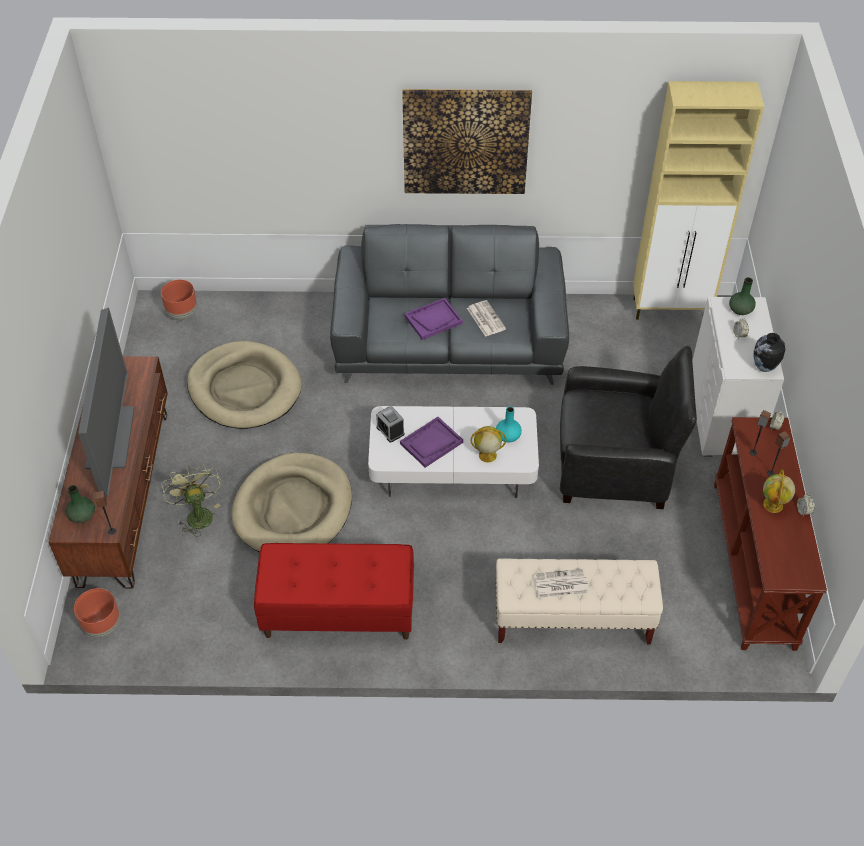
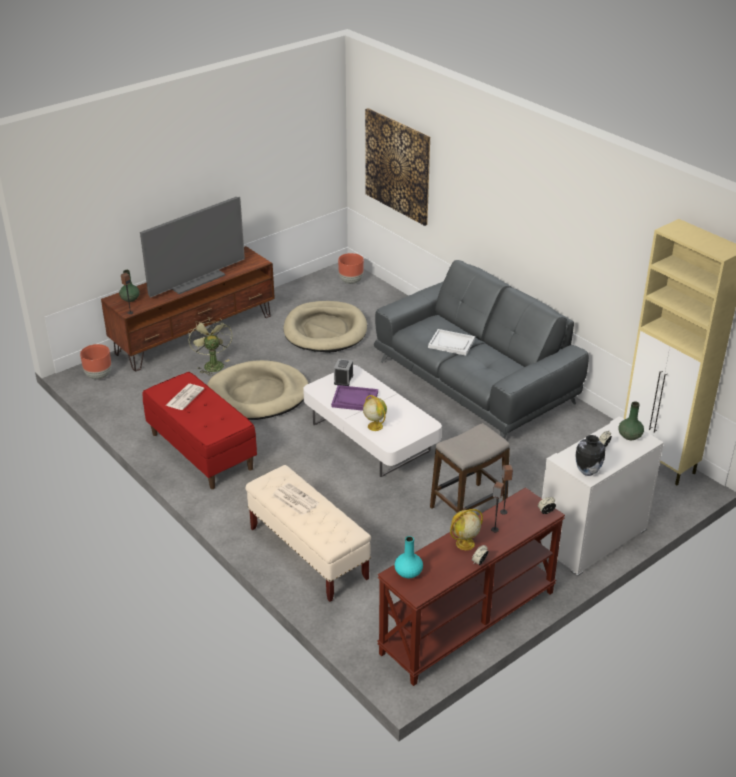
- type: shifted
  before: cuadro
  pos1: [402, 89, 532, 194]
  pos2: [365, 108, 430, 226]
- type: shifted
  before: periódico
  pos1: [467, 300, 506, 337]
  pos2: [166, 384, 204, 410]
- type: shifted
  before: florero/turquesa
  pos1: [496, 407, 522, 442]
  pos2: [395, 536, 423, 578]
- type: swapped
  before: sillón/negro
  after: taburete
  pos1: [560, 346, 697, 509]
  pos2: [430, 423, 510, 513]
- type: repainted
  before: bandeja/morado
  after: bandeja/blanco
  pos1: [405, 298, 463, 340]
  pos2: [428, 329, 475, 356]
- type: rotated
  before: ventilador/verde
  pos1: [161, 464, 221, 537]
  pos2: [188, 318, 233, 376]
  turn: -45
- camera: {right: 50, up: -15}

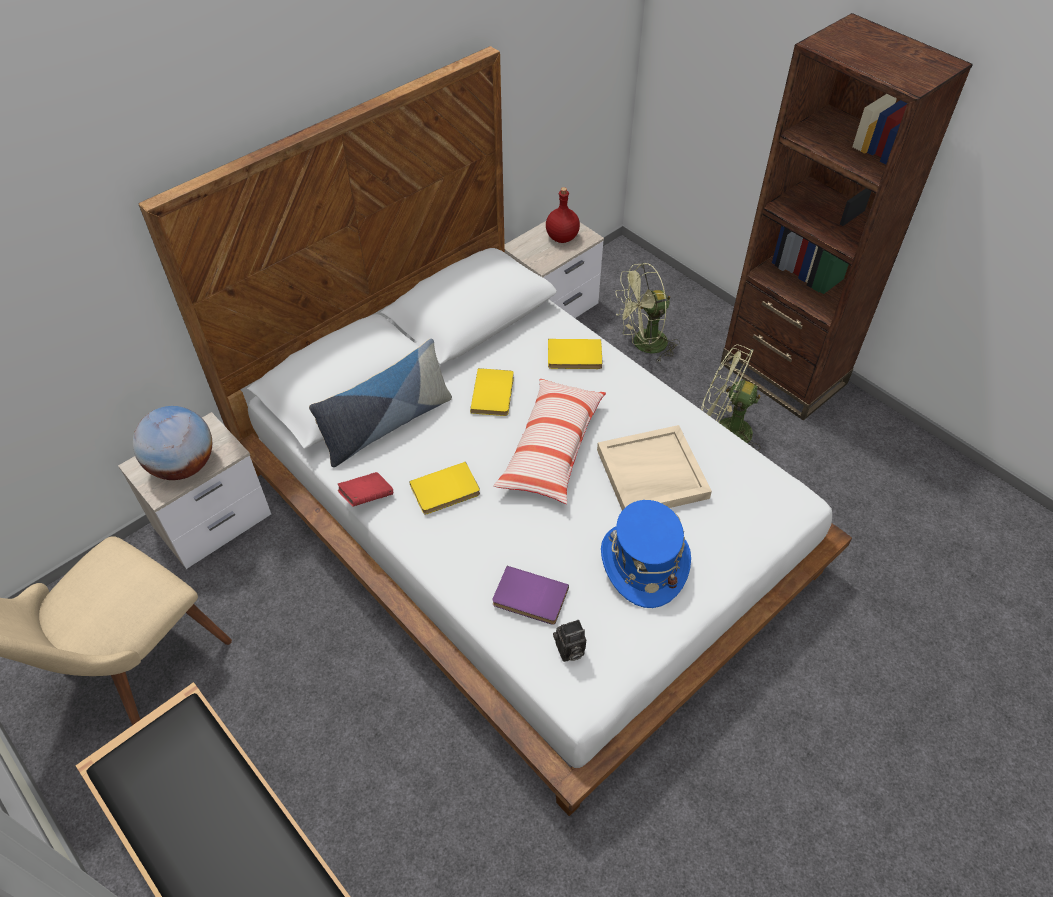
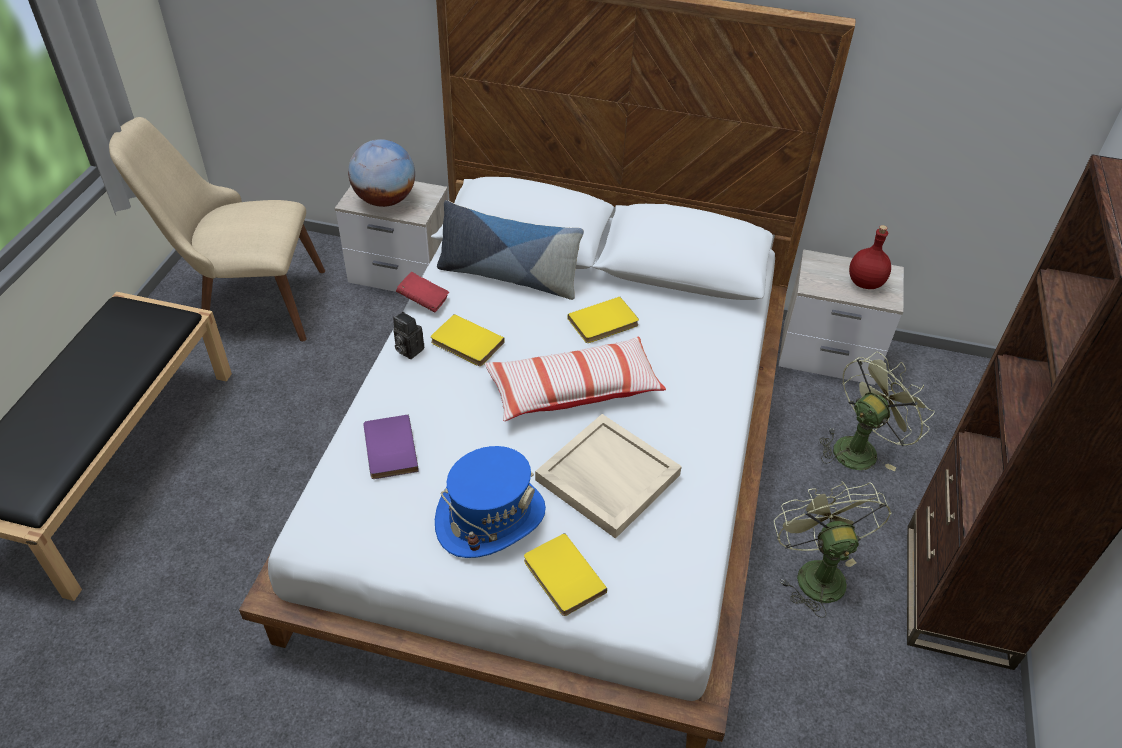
- type: shifted
  before: libro/amarillo
  pos1: [548, 339, 602, 369]
  pos2: [524, 533, 607, 616]
- type: shifted
  before: cámara
  pos1: [553, 620, 586, 662]
  pos2: [393, 312, 424, 359]
- type: rotated
  before: ventilador/verde
  pos1: [616, 263, 680, 362]
  pos2: [819, 351, 935, 471]
  turn: 105
- camera: {right: 55, up: -5}

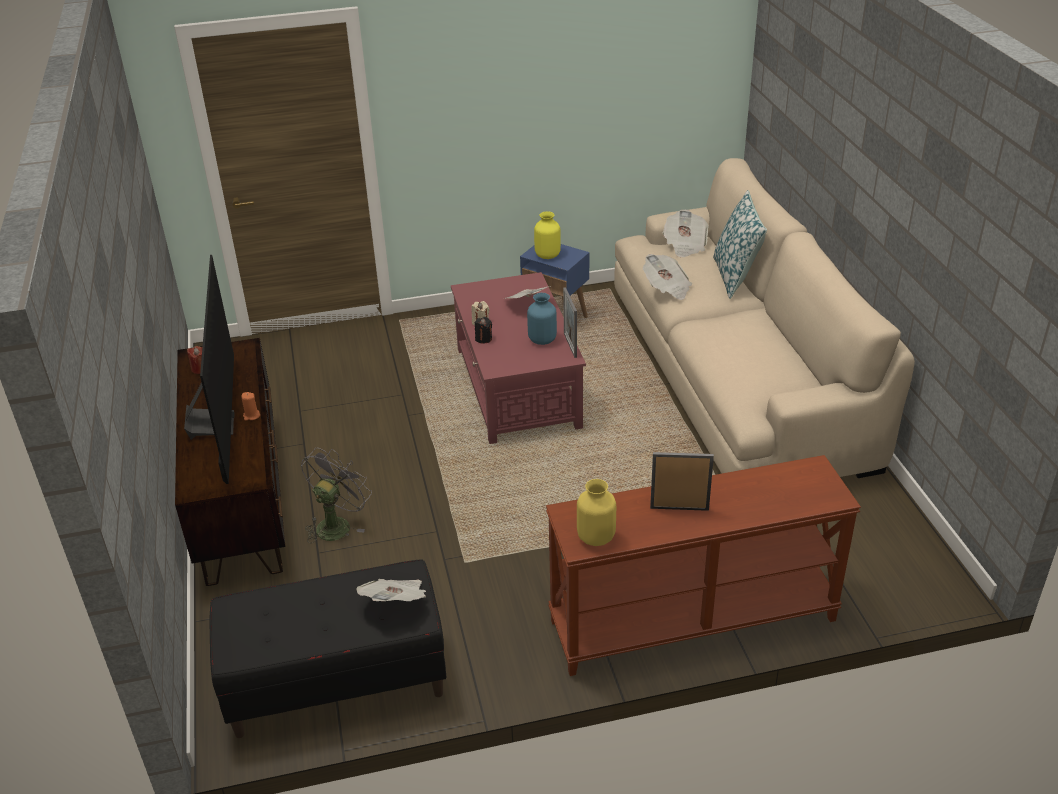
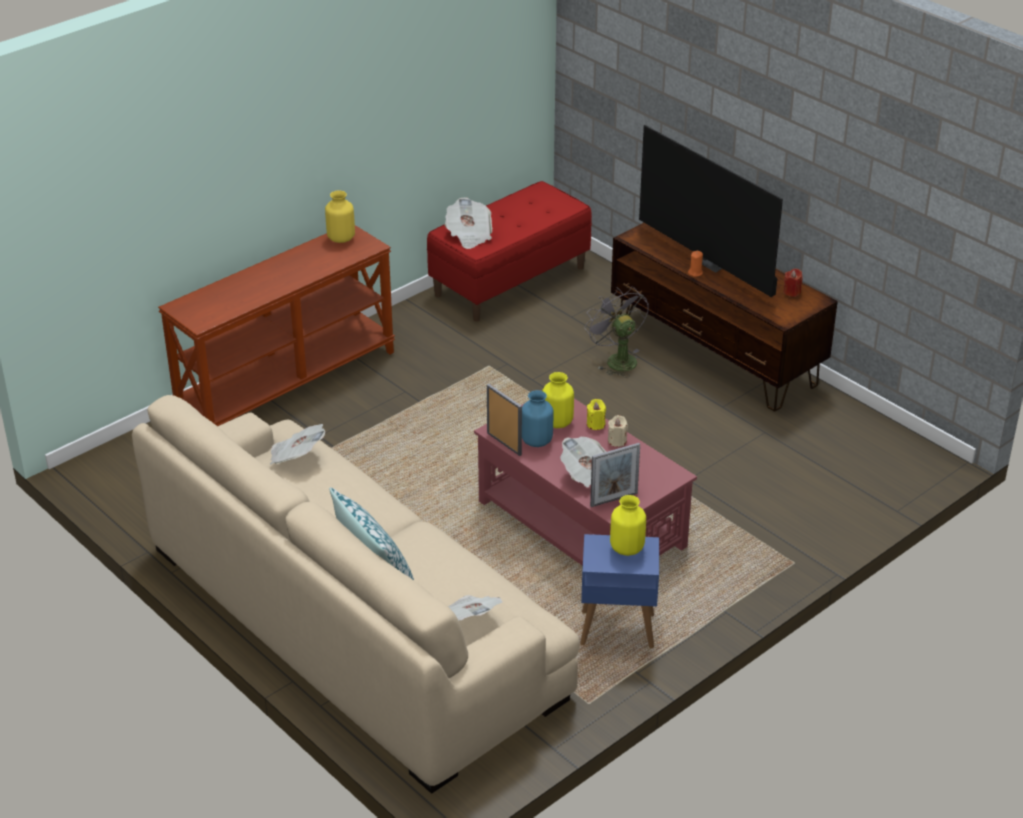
- type: new
  after: florero/amarillo
  pos2: [542, 372, 574, 428]
- type: shifted
  before: periódico
  pos1: [643, 254, 692, 300]
  pos2: [270, 424, 325, 465]
- type: shifted
  before: portarretratos
  pos1: [650, 452, 714, 511]
  pos2: [590, 443, 640, 507]
- type: repainted
  before: banco/negro
  after: banco/rojo
  pos1: [209, 560, 447, 738]
  pos2: [427, 181, 592, 322]
- type: repainted
  before: vela/negro
  after: vela/amarillo
  pos1: [475, 317, 492, 343]
  pos2: [587, 399, 606, 430]
- type: rotated
  before: ventilador/gris
  pos1: [301, 448, 372, 543]
  pos2: [585, 287, 649, 378]
  turn: 150
- camera: {right: 150, up: 0}

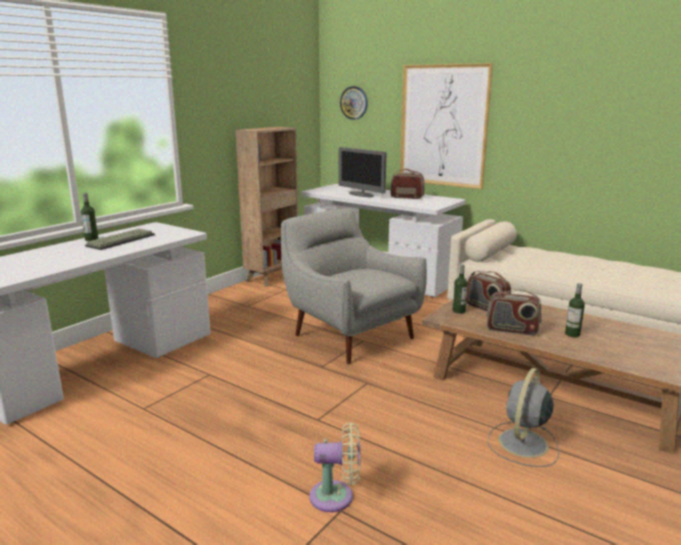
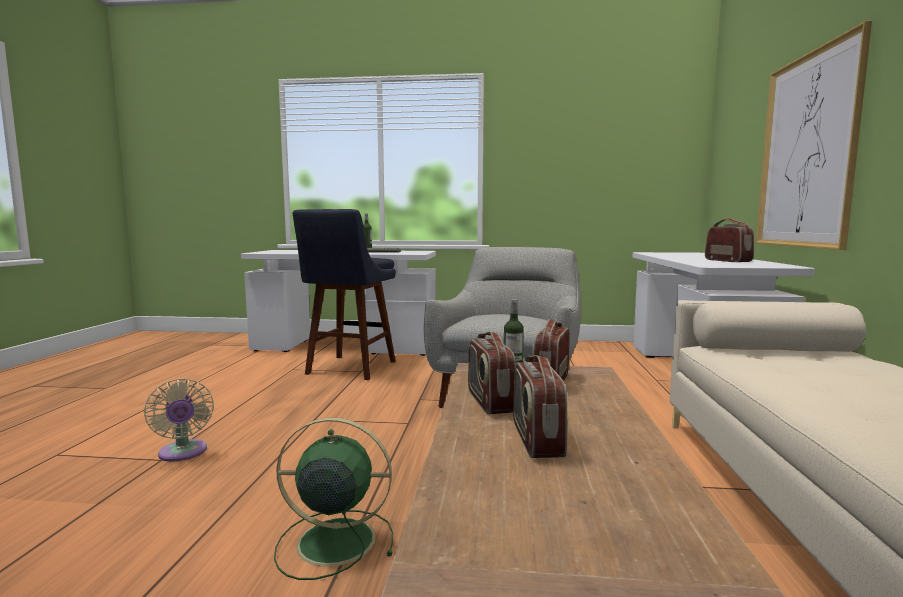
- type: gone
  before: estantería/marrón
  pos1: [235, 127, 298, 287]
- type: gone
  before: monitor
  pos1: [339, 147, 387, 197]
- type: gone
  before: reloj de pared
  pos1: [340, 86, 368, 120]
- type: new
  after: taburete/azul
  pos2: [293, 209, 396, 380]
- type: swapped
  before: botella
  after: radio
  pos1: [565, 283, 585, 337]
  pos2: [513, 355, 567, 458]
- type: repainted
  before: ventilador/gris
  after: ventilador/verde
  pos1: [488, 368, 559, 467]
  pos2: [274, 418, 393, 580]
- camera: {right: 60, up: -10}

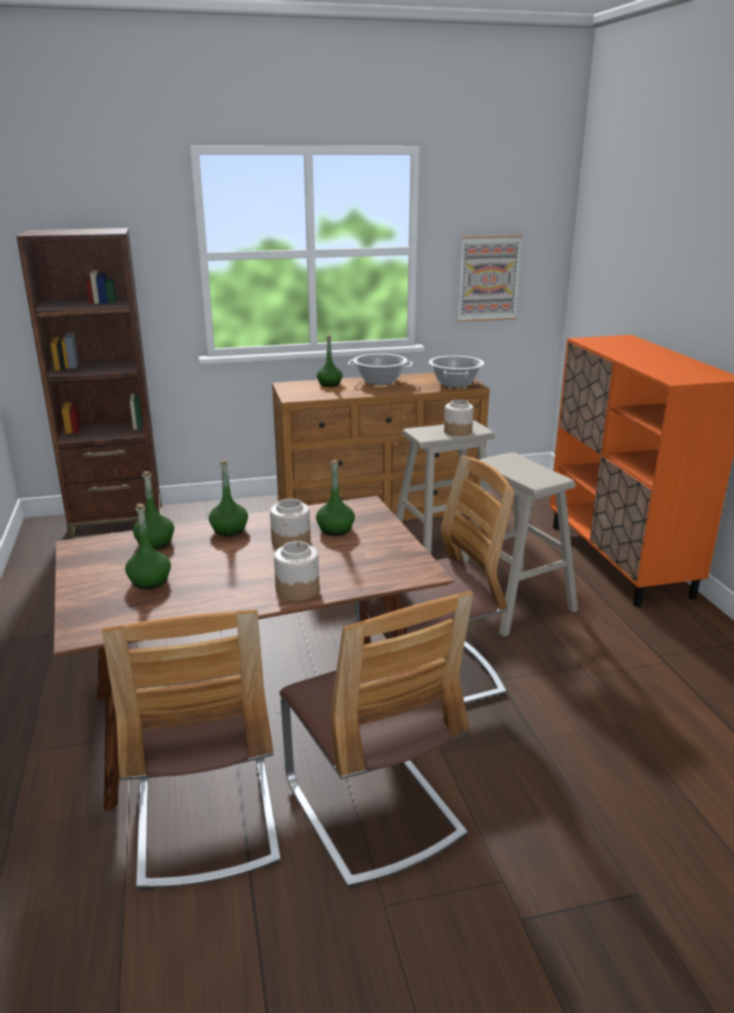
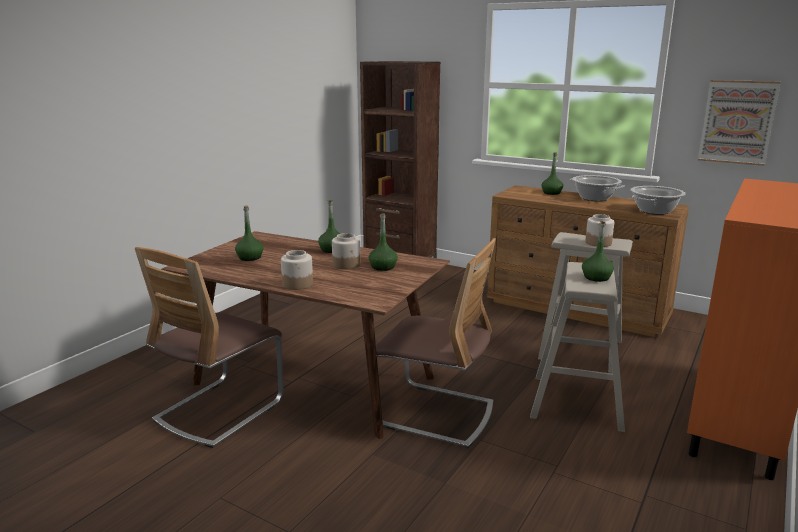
- type: gone
  before: silla
  pos1: [280, 591, 473, 888]
- type: shifted
  before: botella/verde
  pos1: [133, 471, 174, 549]
  pos2: [582, 221, 614, 282]
- camera: {right: 45, up: -5}

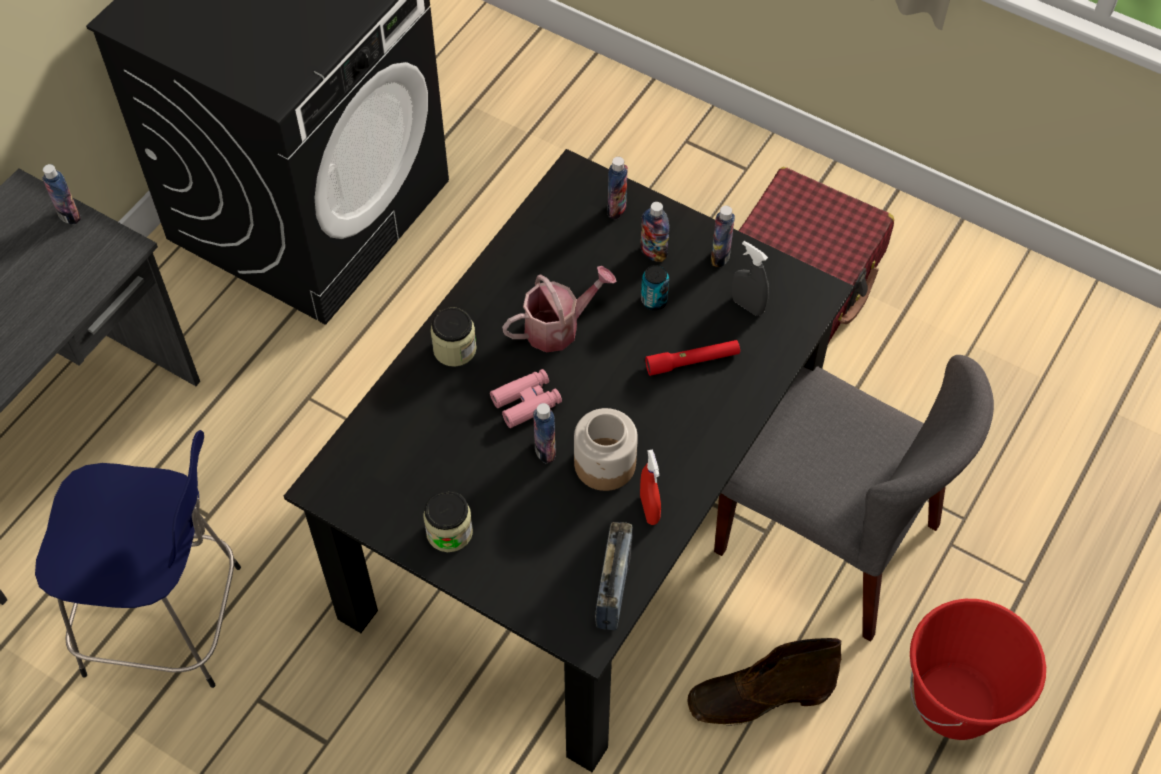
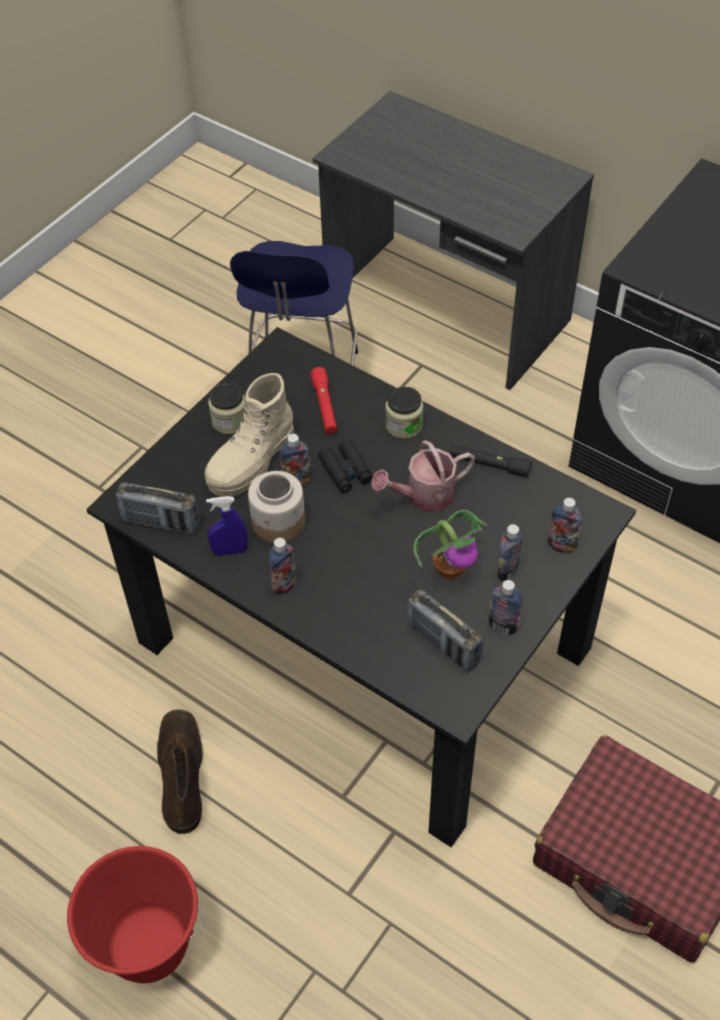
- type: gone
  before: silla/gris
  pos1: [714, 355, 994, 642]
- type: new
  after: bota/beis
  pos2: [205, 373, 295, 497]
- type: new
  after: linterna/negro
  pos2: [449, 444, 532, 478]
- type: shifted
  before: botella
  pos1: [42, 164, 81, 224]
  pos2: [269, 538, 296, 595]
- type: shifted
  before: linterna/rojo
  pos1: [645, 340, 740, 376]
  pos2: [310, 367, 337, 434]
- type: swapped
  before: lata
  after: planta en maceta
  pos1: [641, 265, 669, 310]
  pos2: [414, 510, 488, 579]
- type: swapped
  before: pulverizador/gris
  after: radio
  pos1: [732, 241, 769, 315]
  pos2: [407, 589, 483, 672]
- type: repainted
  before: prismáticos/rosa
  after: prismáticos/negro
  pos1: [490, 369, 562, 428]
  pos2: [318, 440, 373, 493]
- type: repainted
  before: pulverizador/rojo
  after: pulverizador/azul
  pos1: [640, 449, 661, 525]
  pos2: [206, 496, 248, 556]
- type: rotated
  before: regadera
  pos1: [502, 266, 617, 352]
  pos2: [371, 440, 475, 512]
  turn: 90
- camera: {right: 95, up: -5}

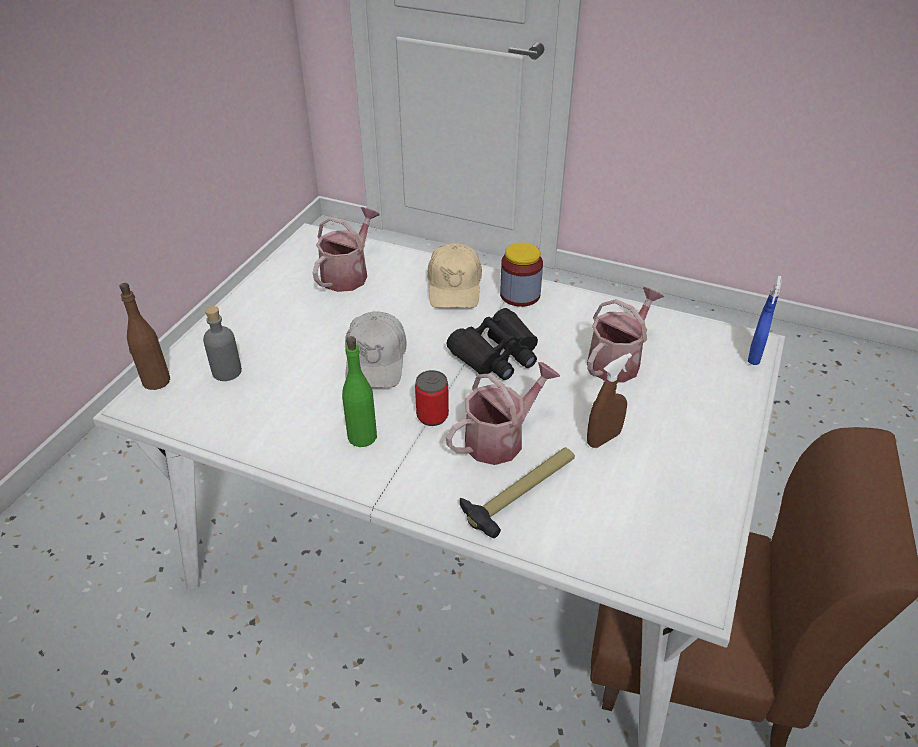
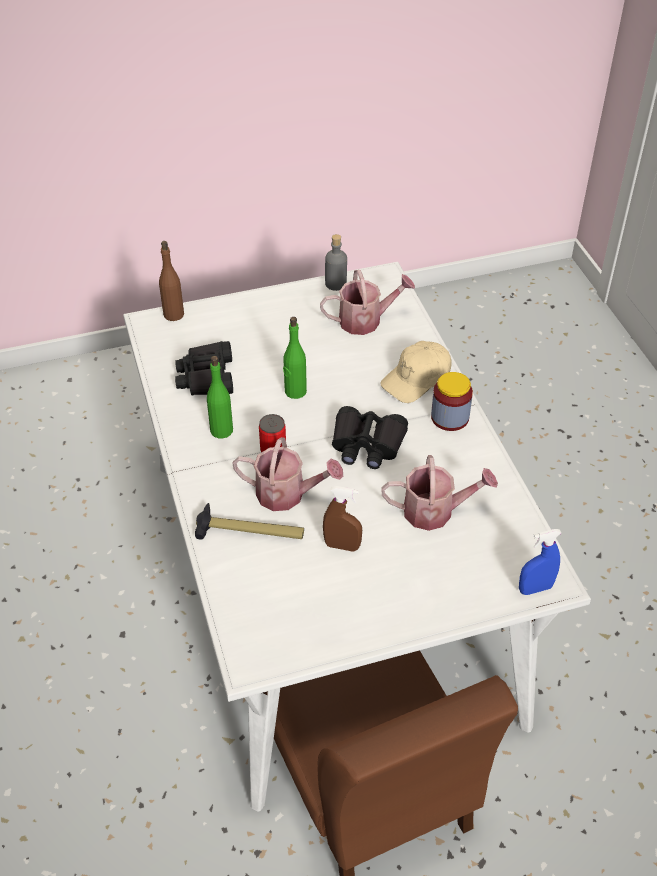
- type: new
  after: prismáticos/negro
  pos2: [175, 341, 233, 396]
- type: shifted
  before: botella/gris
  pos1: [203, 306, 242, 381]
  pos2: [325, 234, 347, 291]
- type: swapped
  before: gorra/blanco
  after: botella/verde
  pos1: [345, 311, 406, 388]
  pos2: [283, 317, 307, 399]
- camera: {right: 50, up: 5}

